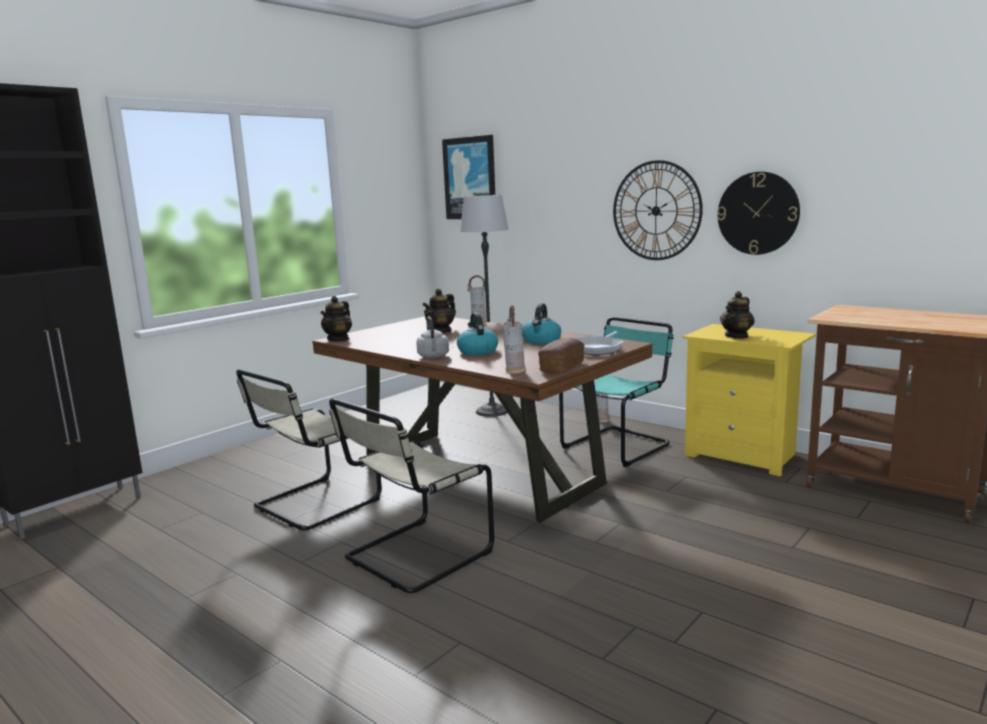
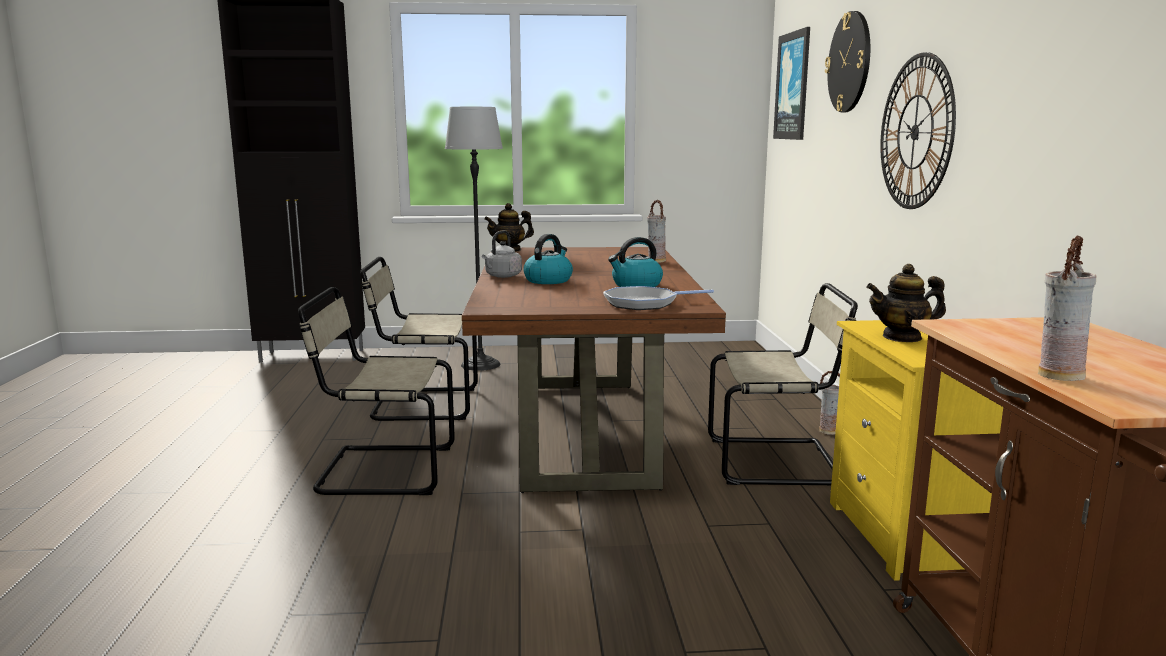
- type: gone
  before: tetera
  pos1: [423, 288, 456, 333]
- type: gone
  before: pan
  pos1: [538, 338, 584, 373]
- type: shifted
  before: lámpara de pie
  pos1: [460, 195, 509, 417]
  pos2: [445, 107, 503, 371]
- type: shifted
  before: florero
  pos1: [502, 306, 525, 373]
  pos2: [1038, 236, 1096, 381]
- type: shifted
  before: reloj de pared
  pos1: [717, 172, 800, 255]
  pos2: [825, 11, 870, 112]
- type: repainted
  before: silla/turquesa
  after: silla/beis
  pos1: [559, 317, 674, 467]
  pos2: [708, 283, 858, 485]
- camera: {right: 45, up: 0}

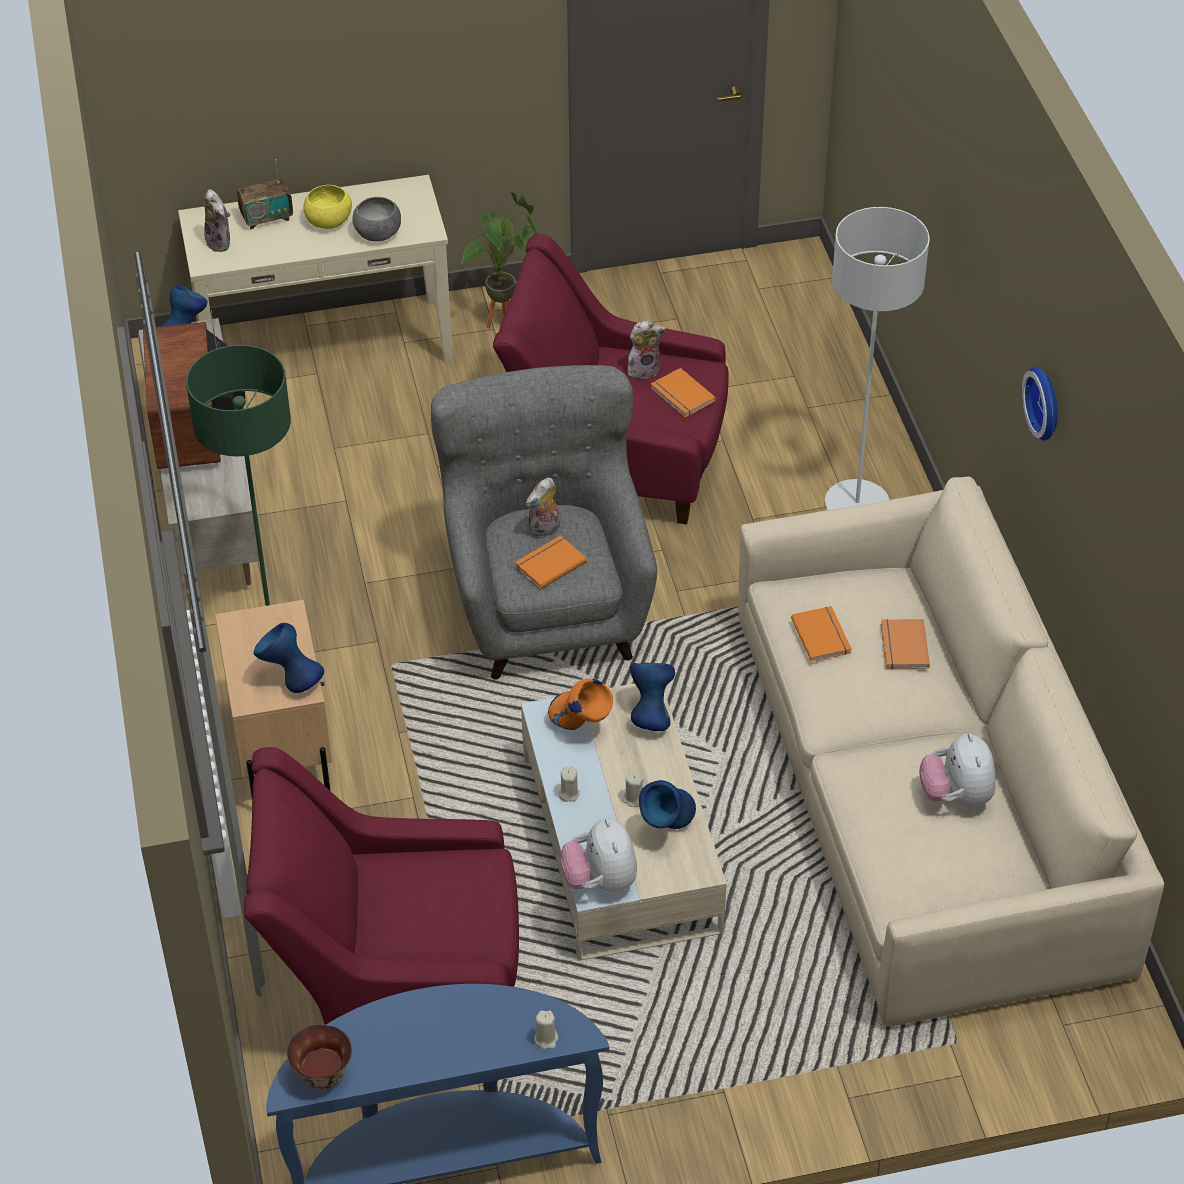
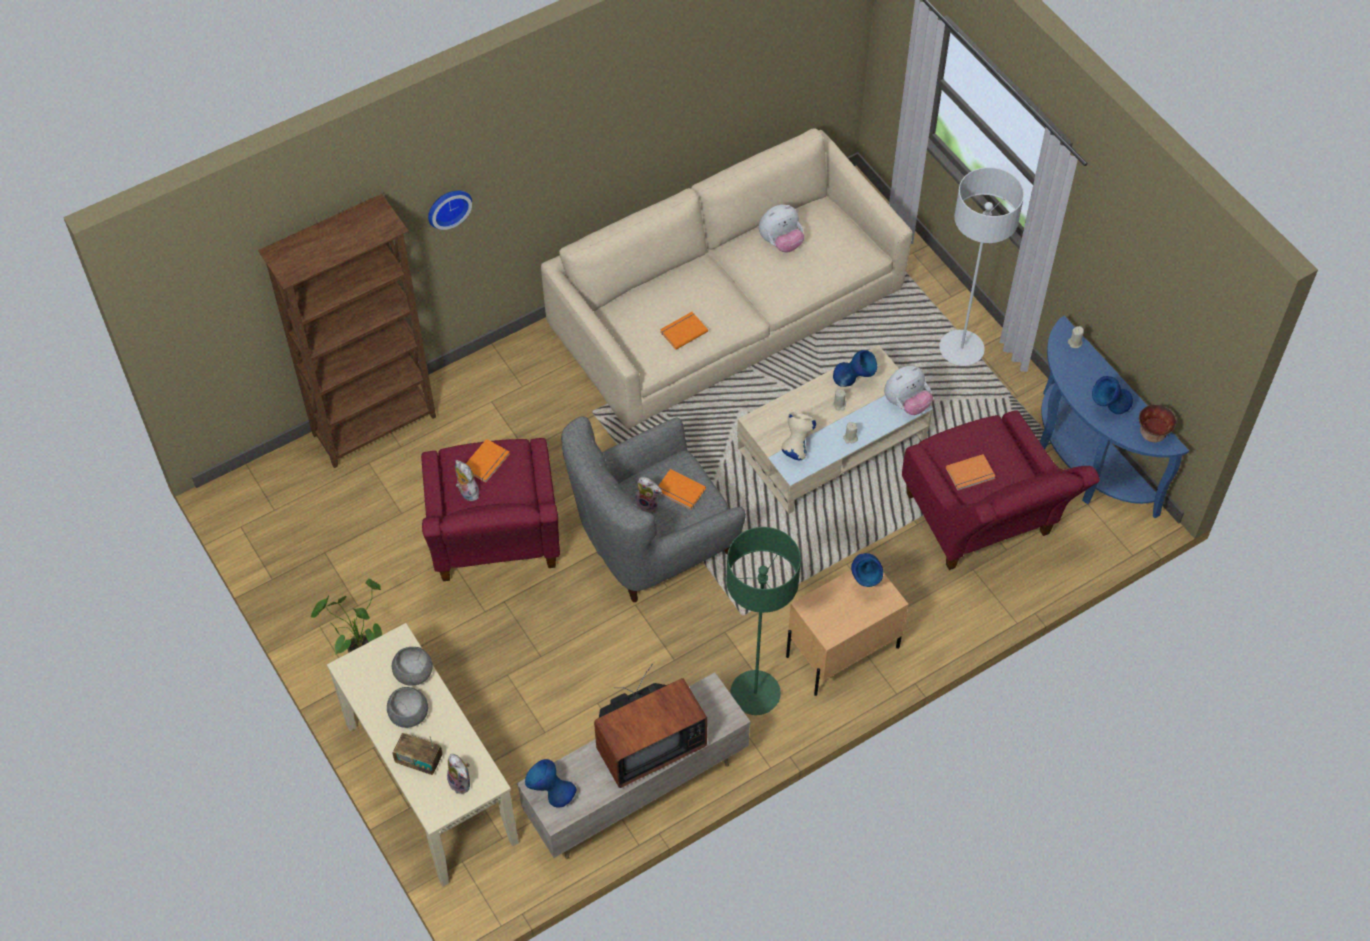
- type: new
  after: estantería/marrón
  pos2: [258, 194, 436, 468]
- type: shifted
  before: florero/azul
  pos1: [630, 663, 675, 731]
  pos2: [1092, 376, 1133, 414]
- type: shifted
  before: lámpara de pie/gris
  pos1: [825, 207, 930, 510]
  pos2: [939, 167, 1024, 366]
- type: shifted
  before: libro/naranja
  pos1: [881, 619, 930, 669]
  pos2: [946, 454, 996, 491]
- type: shifted
  before: reloj de pared
  pos1: [1022, 366, 1058, 441]
  pos2: [428, 191, 472, 230]
- type: repainted
  before: cuenco/amarillo
  after: cuenco/gris
  pos1: [303, 185, 352, 229]
  pos2: [387, 687, 428, 728]
- type: repainted
  before: florero/naranja
  after: florero/beis
  pos1: [548, 679, 613, 730]
  pos2: [781, 412, 816, 460]
- type: rotated
  before: peluche
  pos1: [204, 189, 230, 252]
  pos2: [447, 754, 470, 794]
  turn: 105
- type: rotated
  before: radio
  pos1: [237, 159, 293, 230]
  pos2: [393, 733, 443, 775]
  turn: 150
- camera: {right: -110, up: 10}

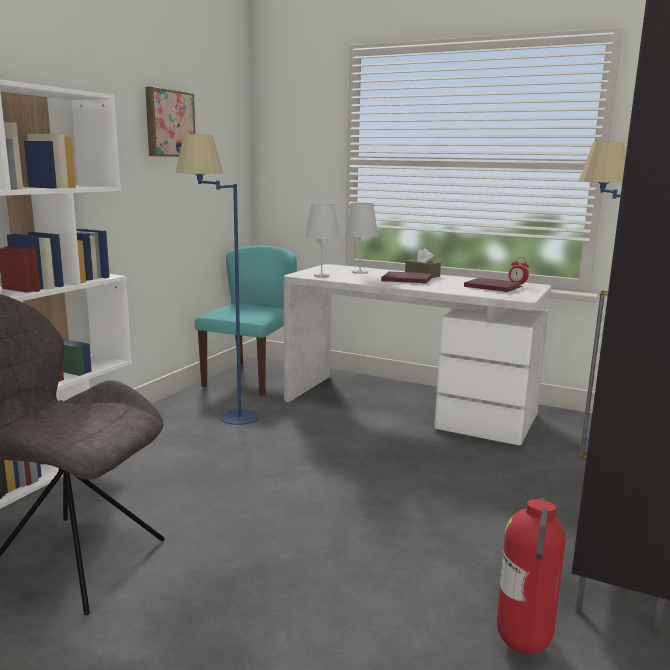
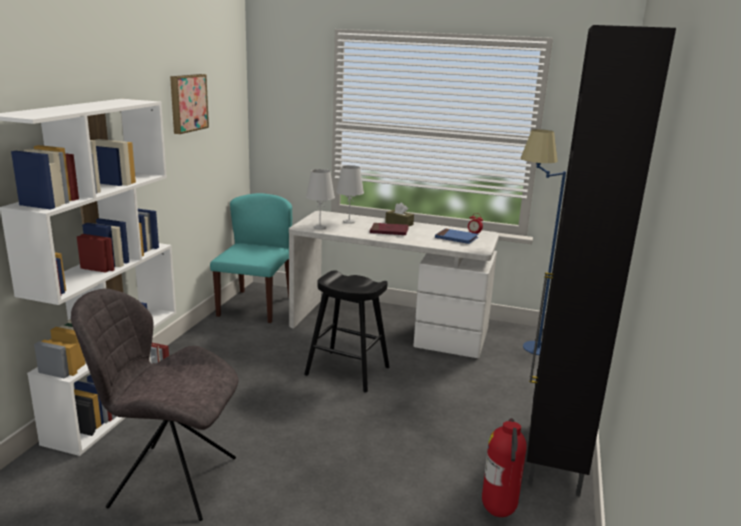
- type: gone
  before: lámpara de pie/azul
  pos1: [176, 134, 259, 425]
- type: new
  after: taburete/negro
  pos2: [304, 270, 389, 393]
- type: repainted
  before: libro/rojo
  after: libro/azul
  pos1: [464, 278, 522, 292]
  pos2: [435, 228, 478, 244]
- camera: {right: -10, up: 5}

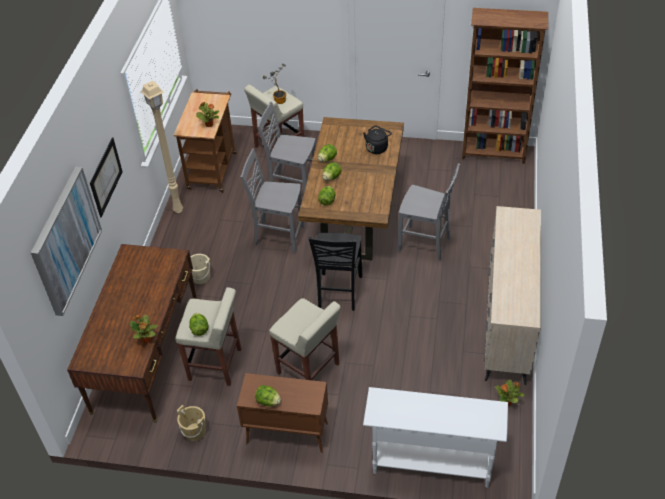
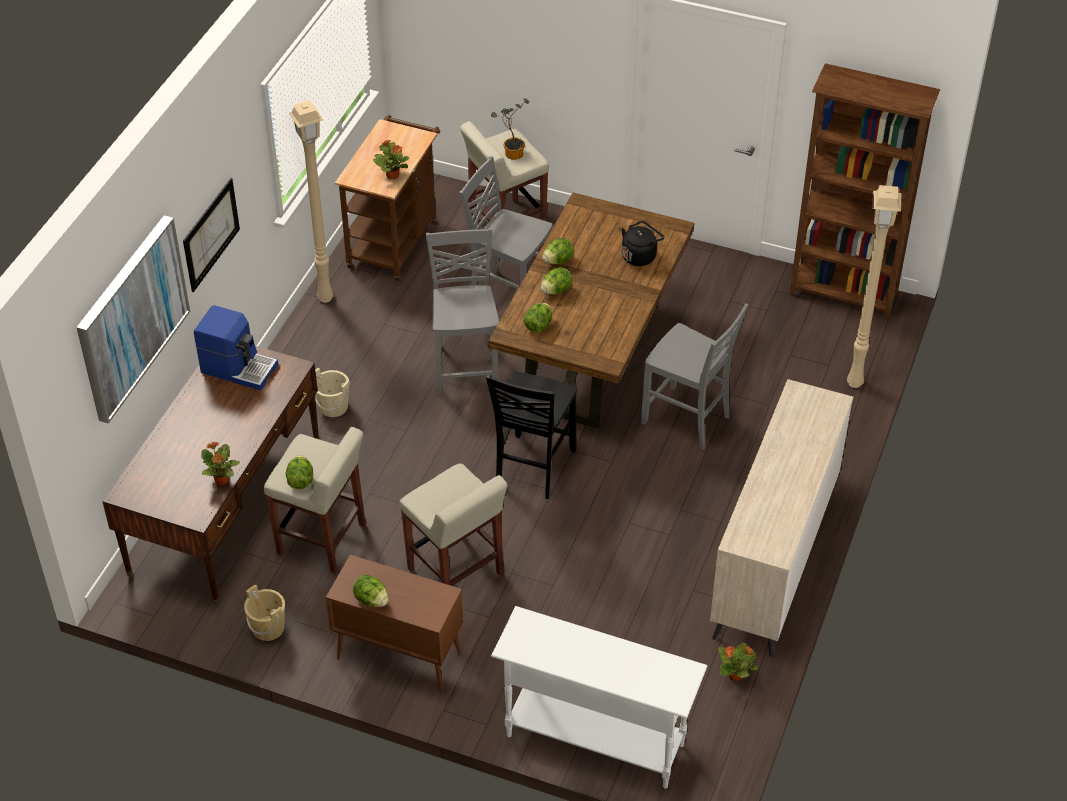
- type: new
  after: cafetera
  pos2: [194, 305, 278, 390]
- type: new
  after: lámpara de pie/beis
  pos2: [847, 185, 901, 388]
- type: rotated
  before: silla/gris
  pos1: [240, 148, 305, 254]
  pos2: [425, 228, 499, 394]
  turn: 60
- camera: {right: 10, up: 0}

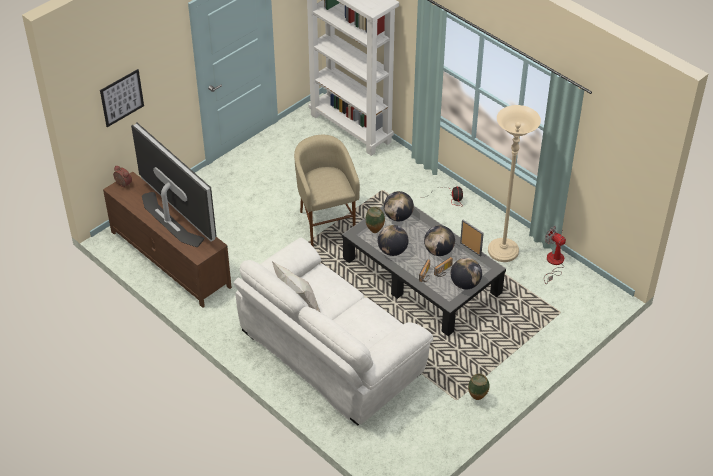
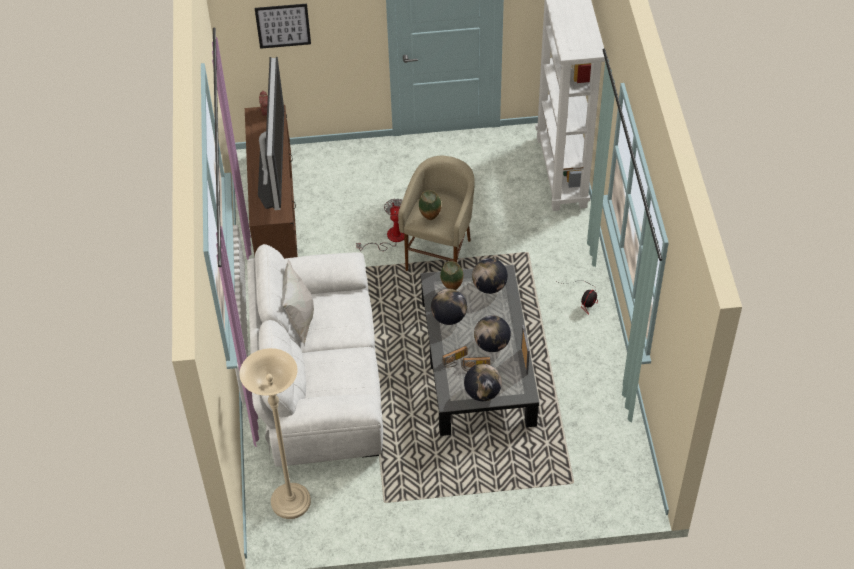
- type: shifted
  before: florero
  pos1: [468, 373, 490, 400]
  pos2: [419, 190, 441, 220]
- type: shifted
  before: lámpara de pie/beis
  pos1: [488, 105, 541, 262]
  pos2: [239, 348, 311, 519]
- type: shifted
  before: ventilador
  pos1: [544, 226, 566, 284]
  pos2: [356, 198, 404, 251]
- camera: {right: 40, up: 5}

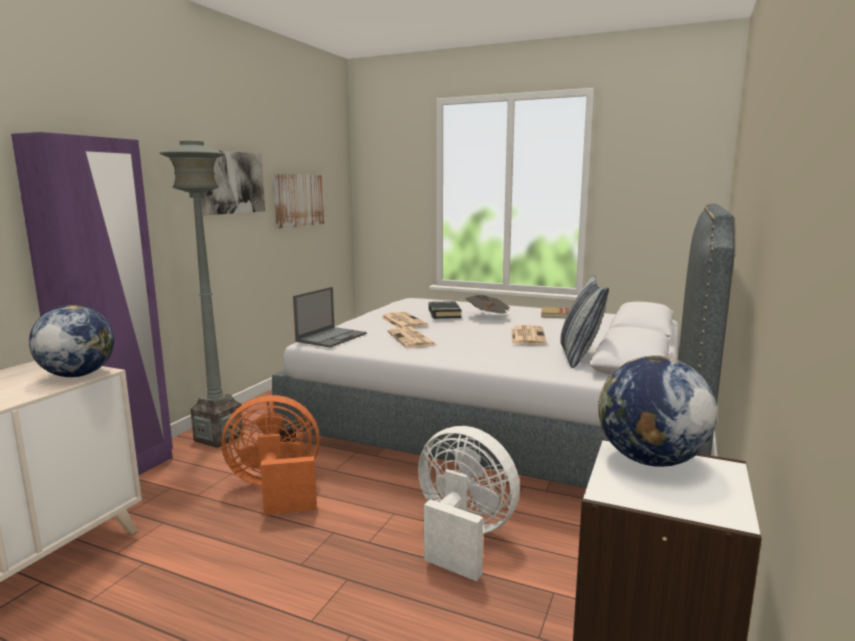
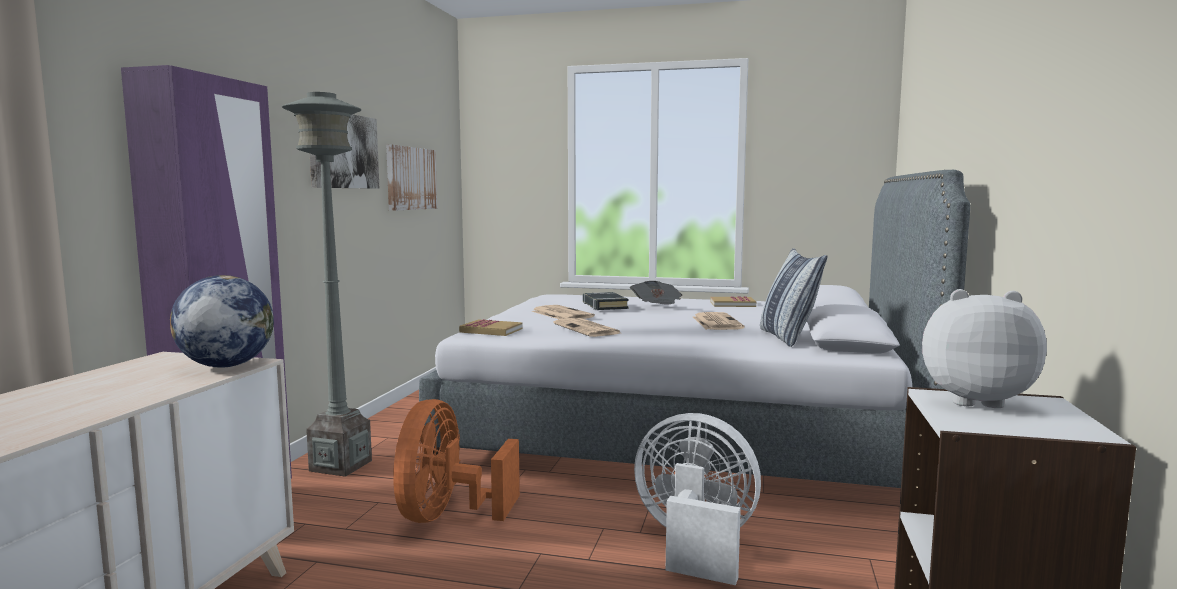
- type: swapped
  before: portátil
  after: libro
  pos1: [293, 287, 367, 348]
  pos2: [459, 319, 522, 336]
- type: swapped
  before: globo terráqueo
  after: peluche
  pos1: [598, 356, 717, 467]
  pos2: [922, 289, 1047, 408]
- type: rotated
  before: ventilador/naranja
  pos1: [222, 395, 320, 515]
  pos2: [393, 399, 520, 523]
  turn: -60
- camera: {right: -10, up: -5}

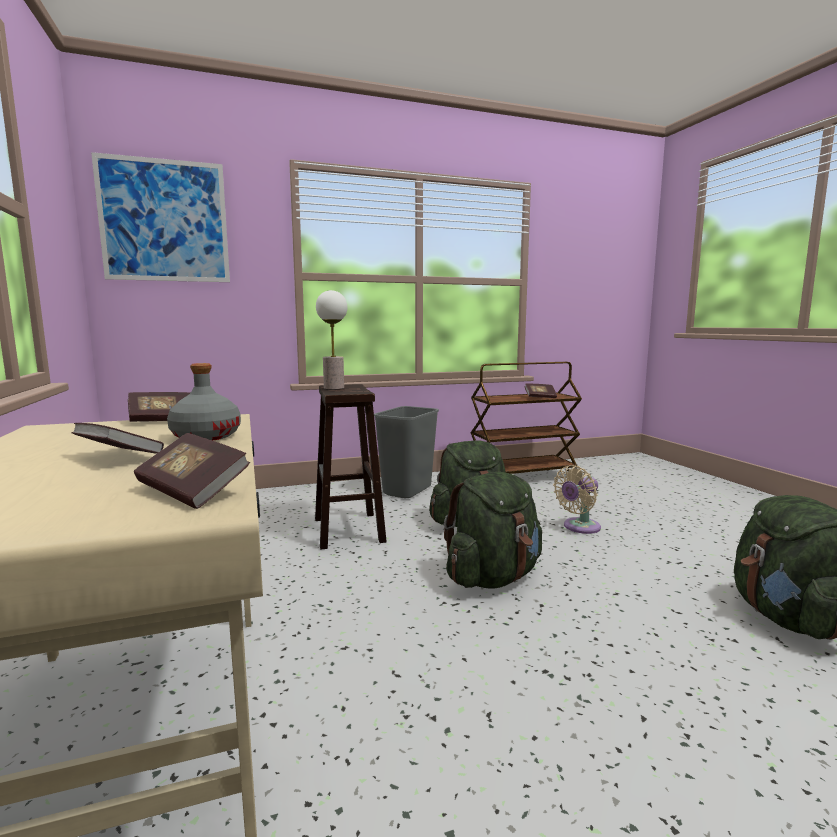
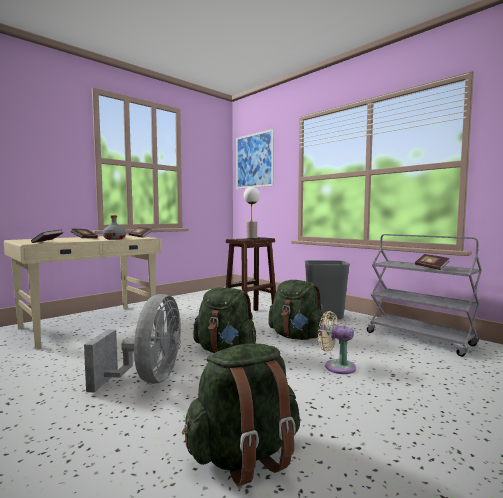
- type: new
  after: ventilador/gris
  pos2: [84, 294, 181, 393]
- type: repainted
  before: carrito/marrón
  after: carrito/gris
  pos1: [471, 362, 582, 474]
  pos2: [367, 234, 482, 357]
- camera: {right: 65, up: -5}

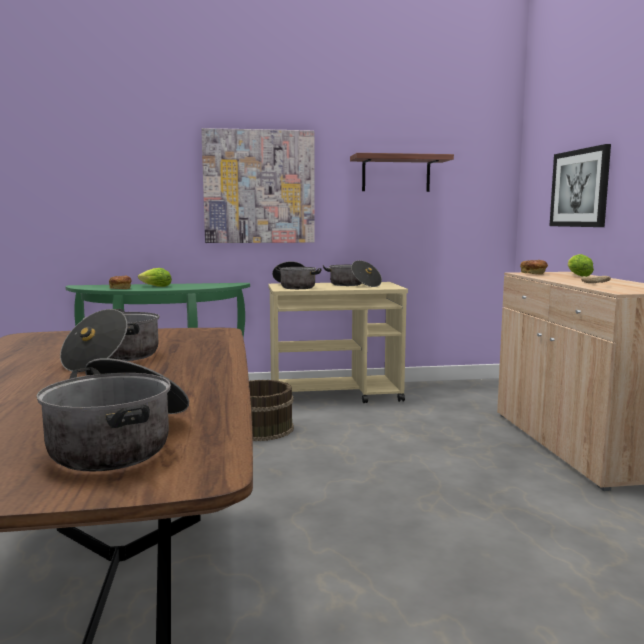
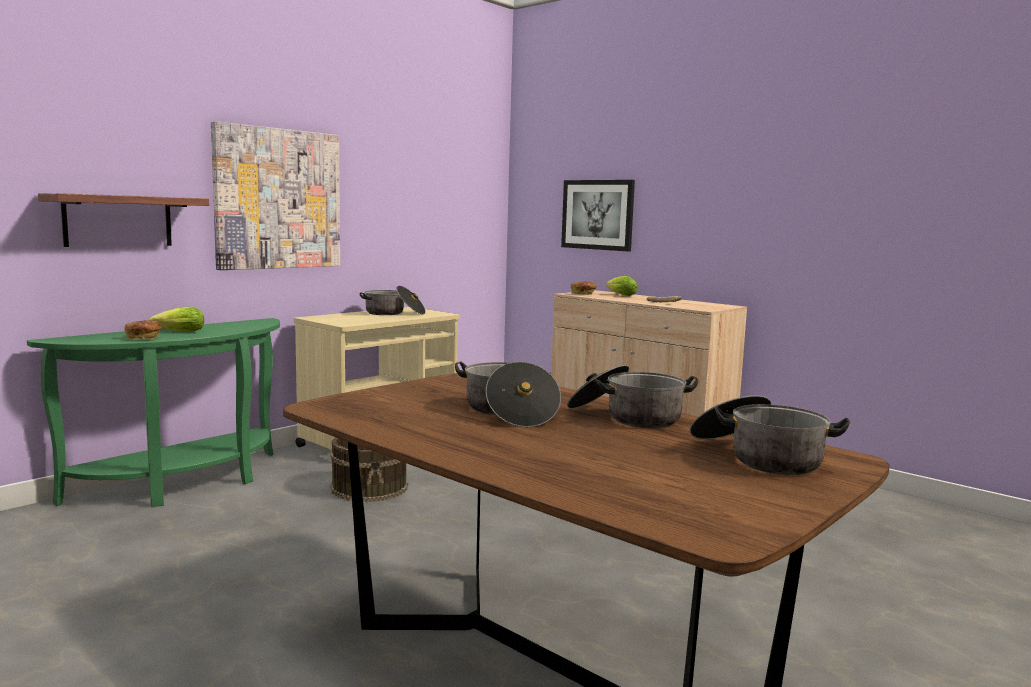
- type: shifted
  before: olla
  pos1: [272, 261, 322, 289]
  pos2: [567, 365, 698, 428]
- type: shifted
  before: estante
  pos1: [350, 153, 454, 192]
  pos2: [38, 193, 209, 247]
- camera: {right: -40, up: 0}

